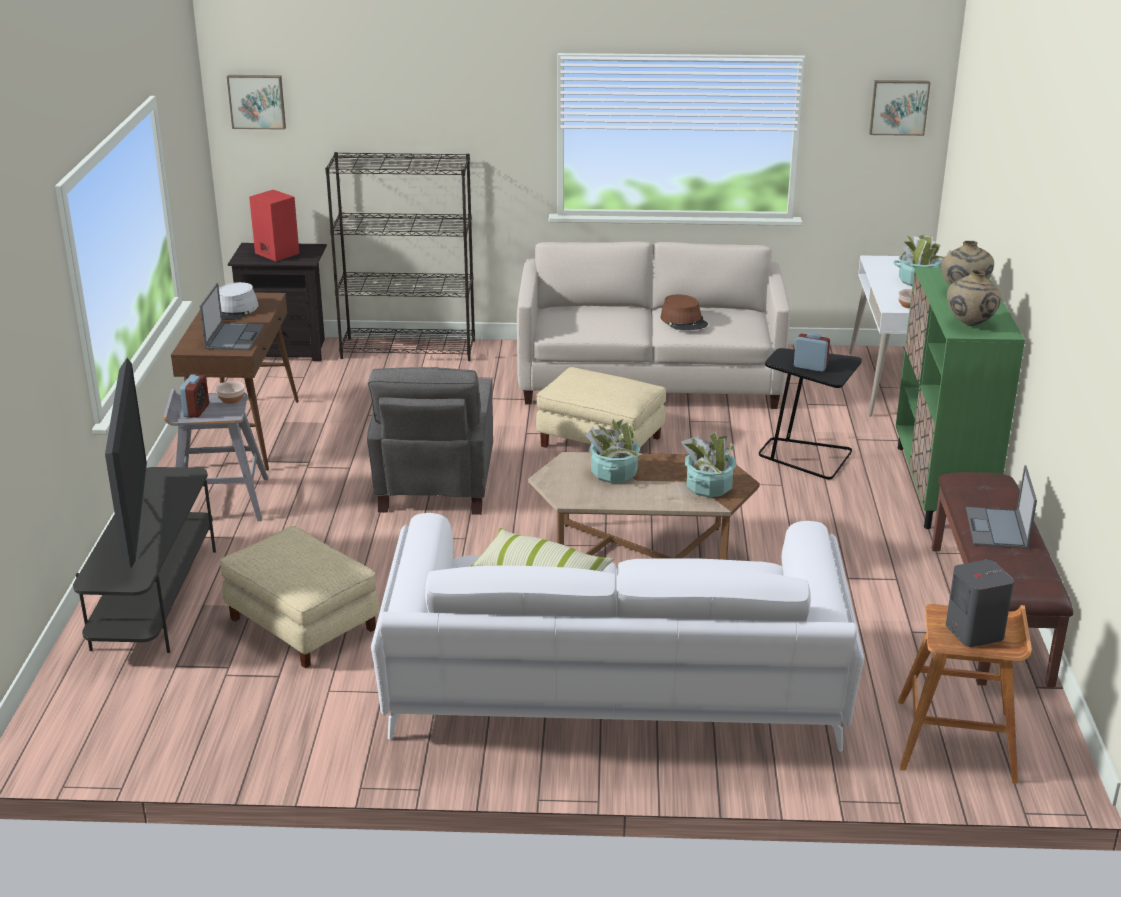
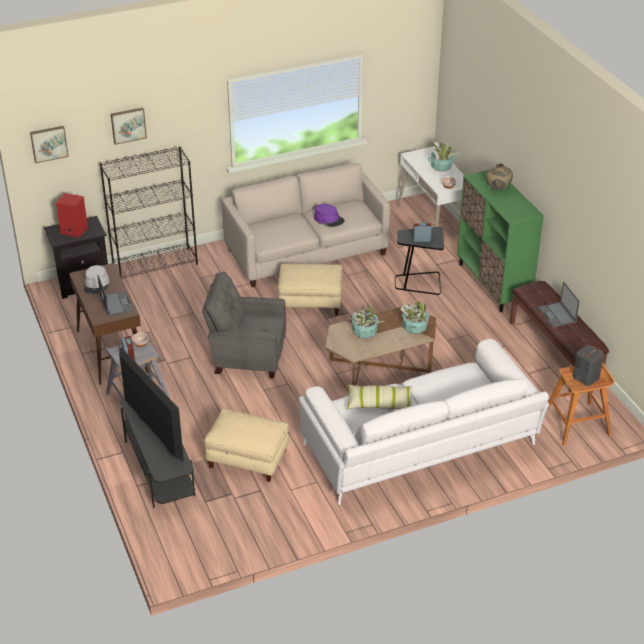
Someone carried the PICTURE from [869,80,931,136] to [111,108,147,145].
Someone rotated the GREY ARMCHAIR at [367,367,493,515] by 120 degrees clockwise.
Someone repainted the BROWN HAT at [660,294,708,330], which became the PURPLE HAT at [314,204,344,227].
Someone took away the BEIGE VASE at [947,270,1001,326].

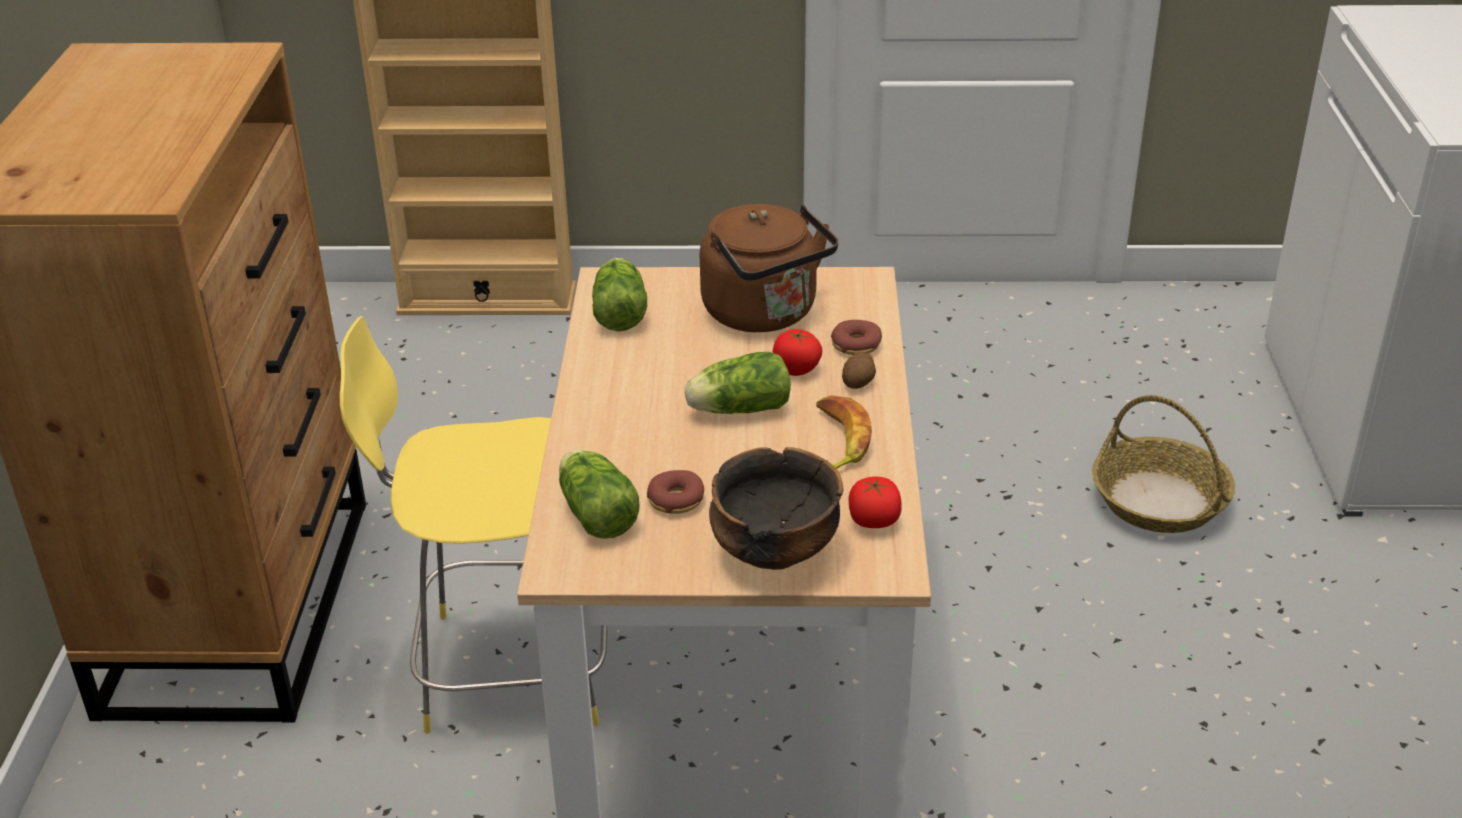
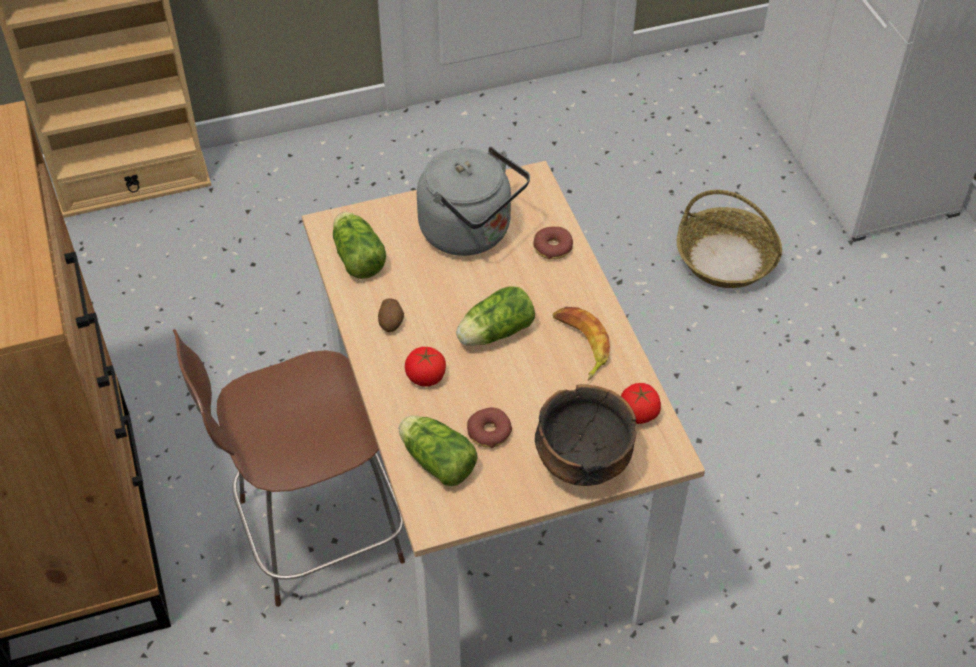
Someone repainted the YELLOW STOOL at [340,316,607,734], which became the BROWN STOOL at [173,329,405,607].
Someone carried the POTATO from [842,352,876,389] to [378,298,404,332].
Someone carried the TOMATO from [772,329,822,376] to [405,347,446,387].
Someone repainted the BROWN KETTLE at [700,204,838,332], which became the GREY KETTLE at [417,146,530,256].

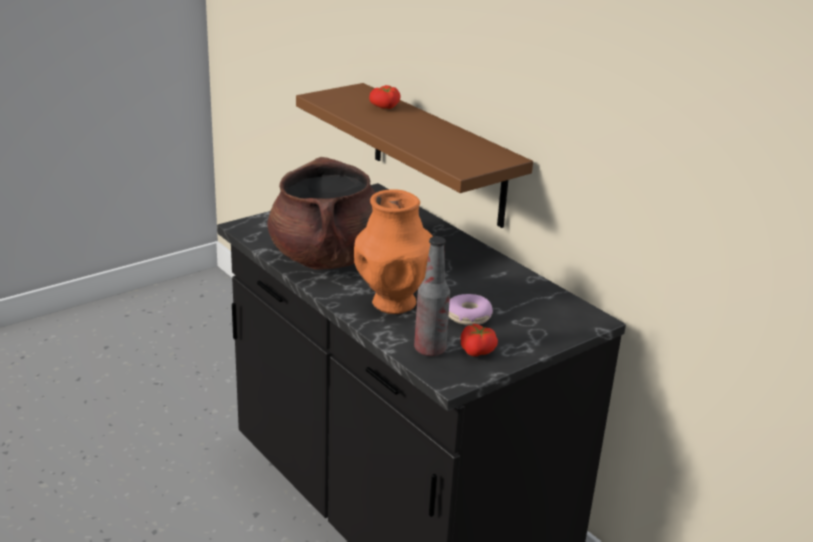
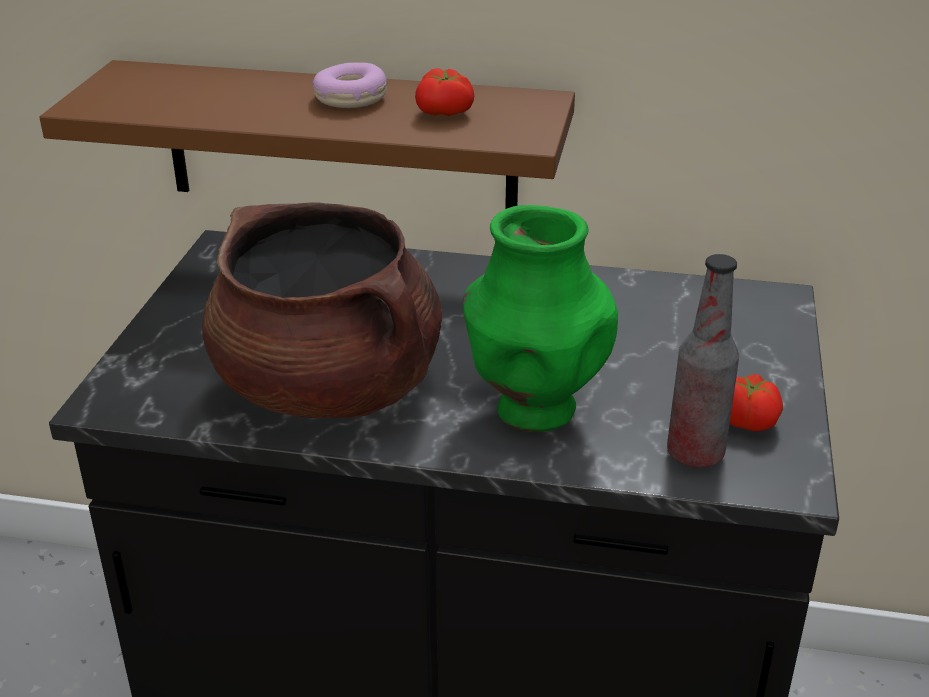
Someone carried the DONUT from [449,294,493,326] to [312,63,388,108].
Someone carried the TOMATO from [369,85,401,109] to [415,68,474,116].
Someone repainted the ORANGE VASE at [354,189,433,314], which became the GREEN VASE at [462,205,618,432].

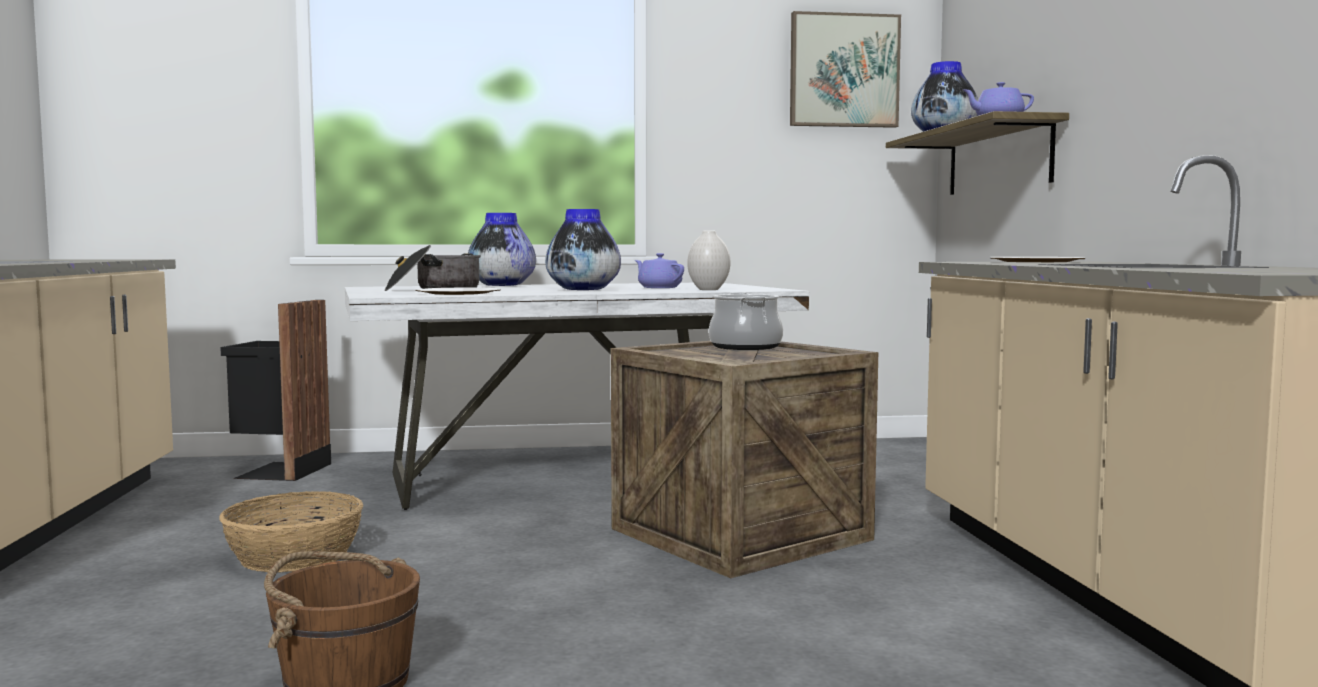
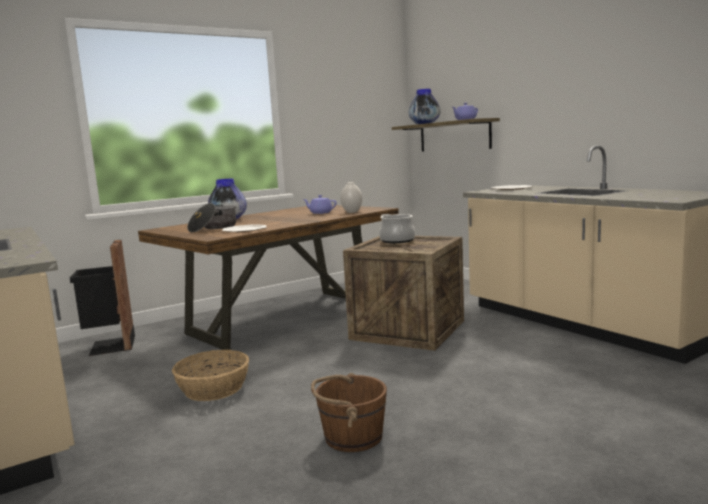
Someone repainted the WHITE DINING TABLE at [345,283,809,510], which became the BROWN DINING TABLE at [138,205,398,350].
Someone took away the VASE at [545,209,621,290].
Someone took away the PICTURE at [790,11,901,128].

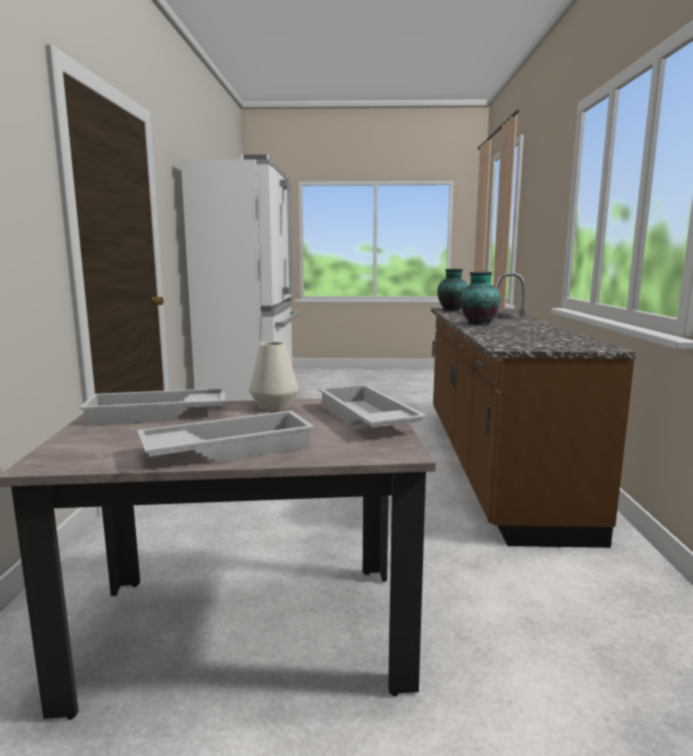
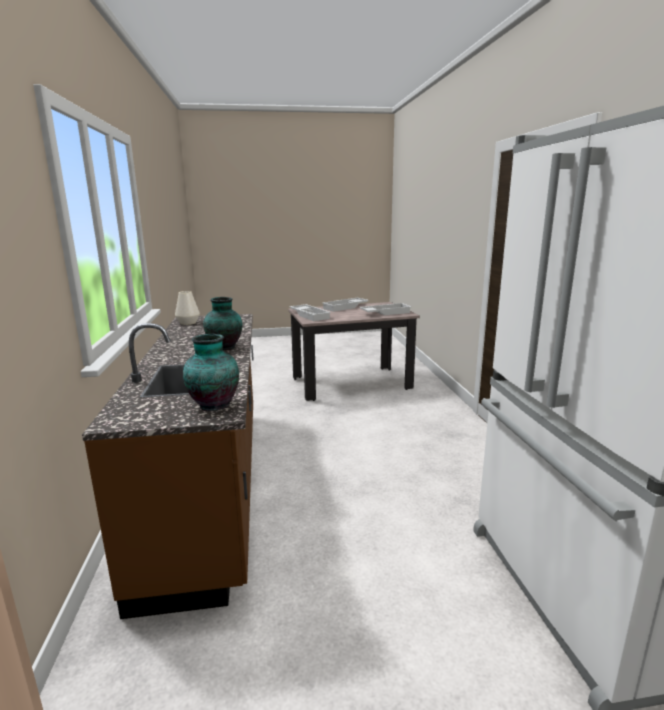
Someone carried the WHITE VASE from [249,342,298,411] to [175,291,200,325].

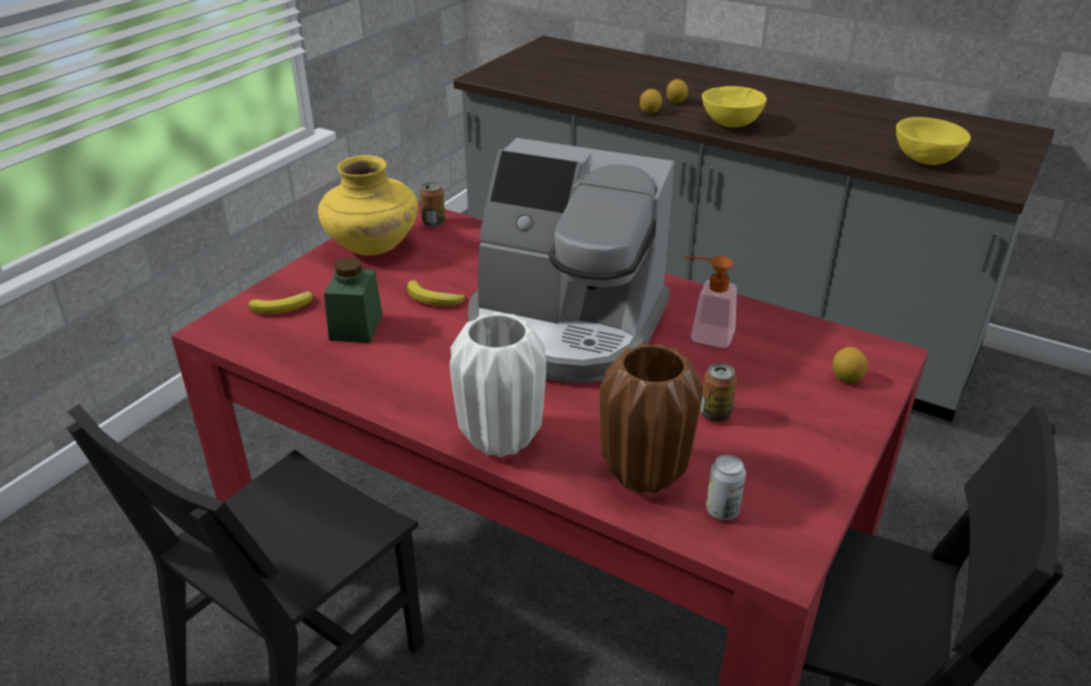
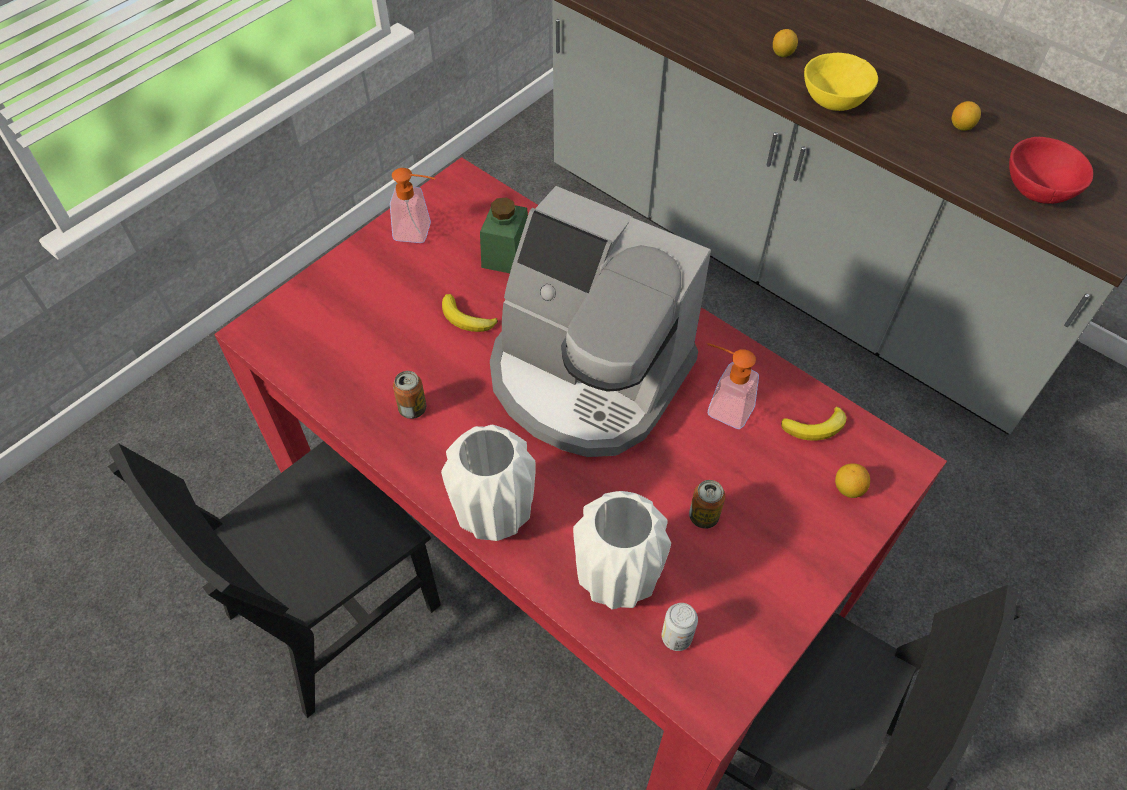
Someone swapped the YELLOW VASE at [318,155,418,256] for the SOAP DISPENSER at [390,168,436,243].
Someone carried the CAN from [420,182,445,227] to [393,371,426,419].
Someone carried the GREEN JAR from [324,257,382,343] to [480,197,528,273].
Someone repainted the BROWN VASE at [599,344,704,494], which became the WHITE VASE at [573,491,671,609].
Someone carried the BANANA from [248,291,313,314] to [781,406,846,441].
Someone carried the LEMON from [640,89,662,114] to [952,101,981,131].
Someone repainted the YELLOW BOWL at [896,117,971,165], which became the RED BOWL at [1009,137,1093,204].

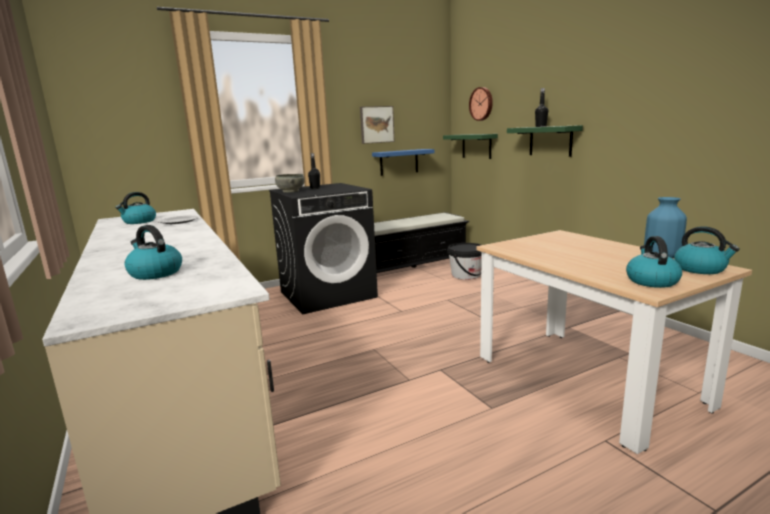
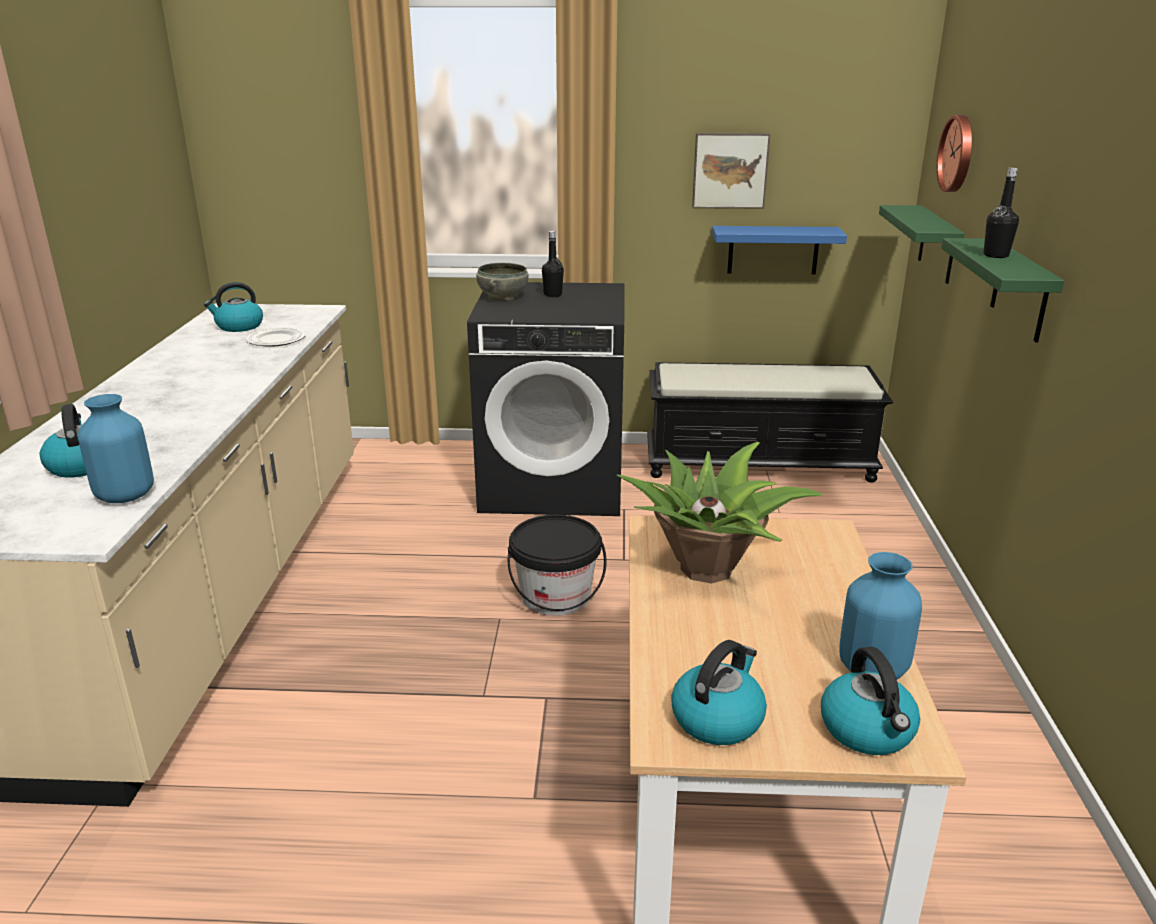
Someone put down the BLUE VASE at [78,394,154,503].
Someone carried the BLACK BUCKET from [447,243,482,280] to [508,515,607,616].
Someone put down the POTTED PLANT at [617,441,822,584].

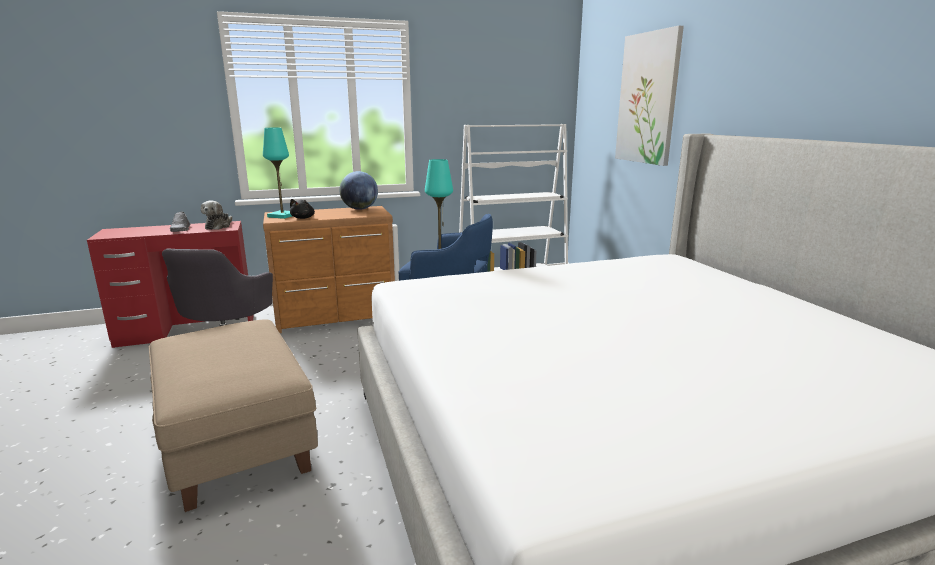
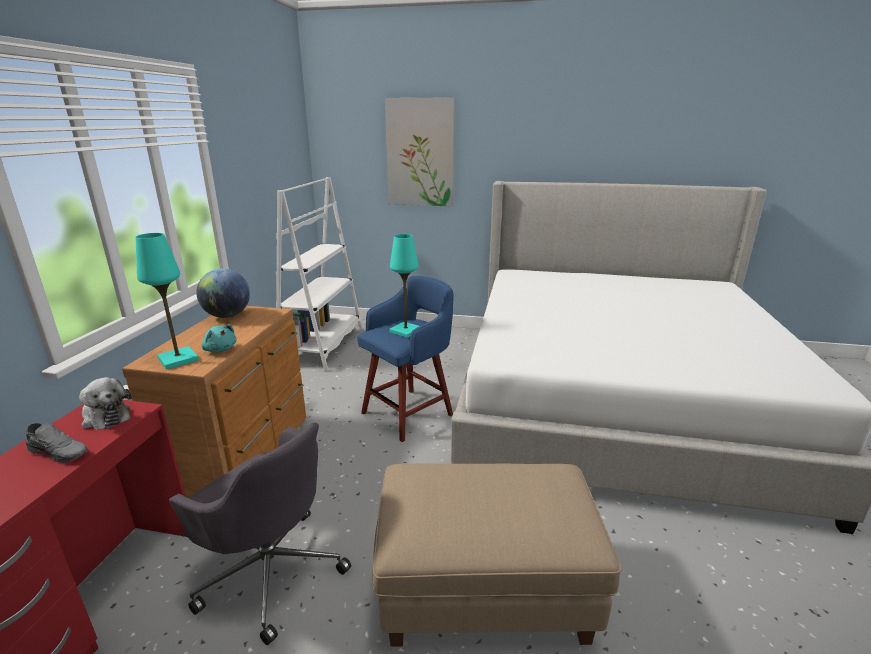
Someone repainted the BLACK PLUSH TOY at [290,199,315,219], which became the TURQUOISE PLUSH TOY at [201,324,237,353].

